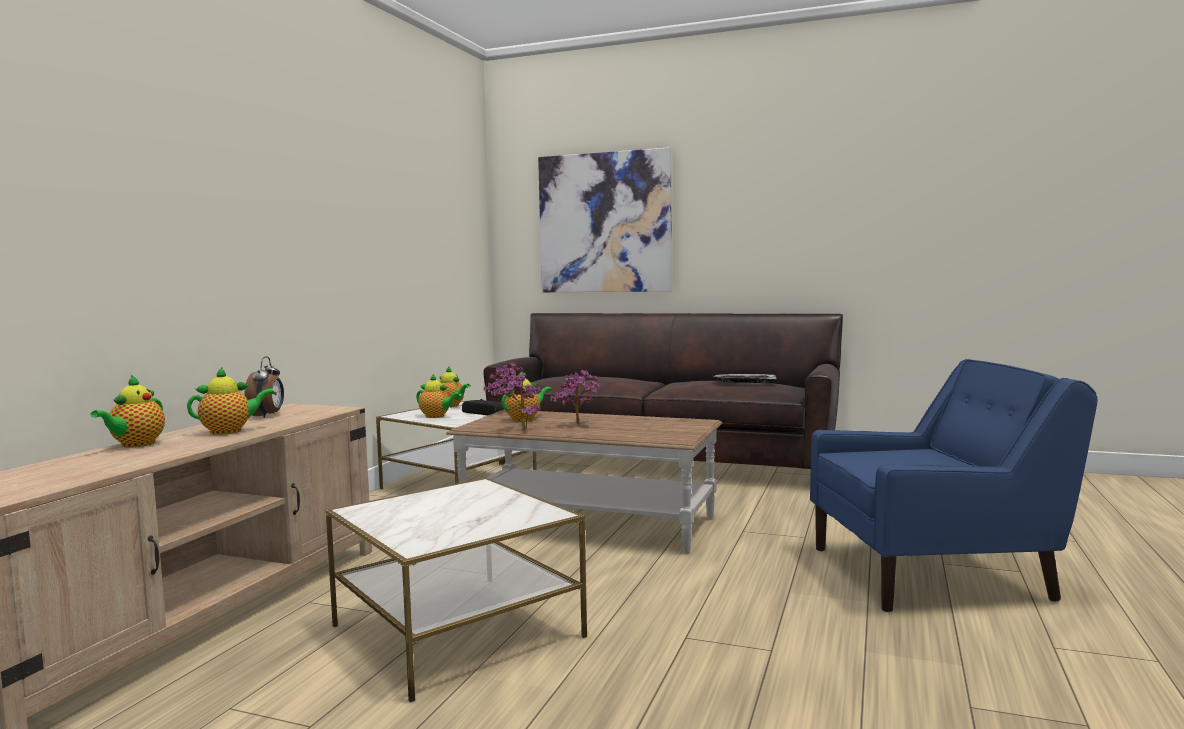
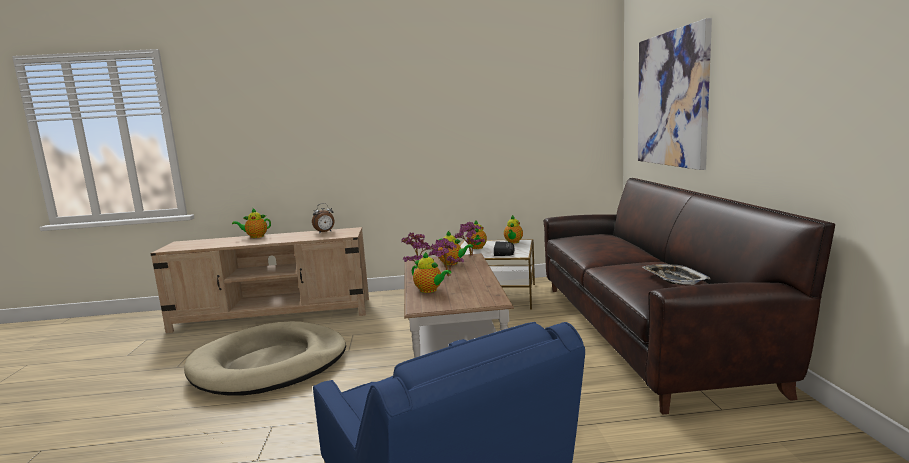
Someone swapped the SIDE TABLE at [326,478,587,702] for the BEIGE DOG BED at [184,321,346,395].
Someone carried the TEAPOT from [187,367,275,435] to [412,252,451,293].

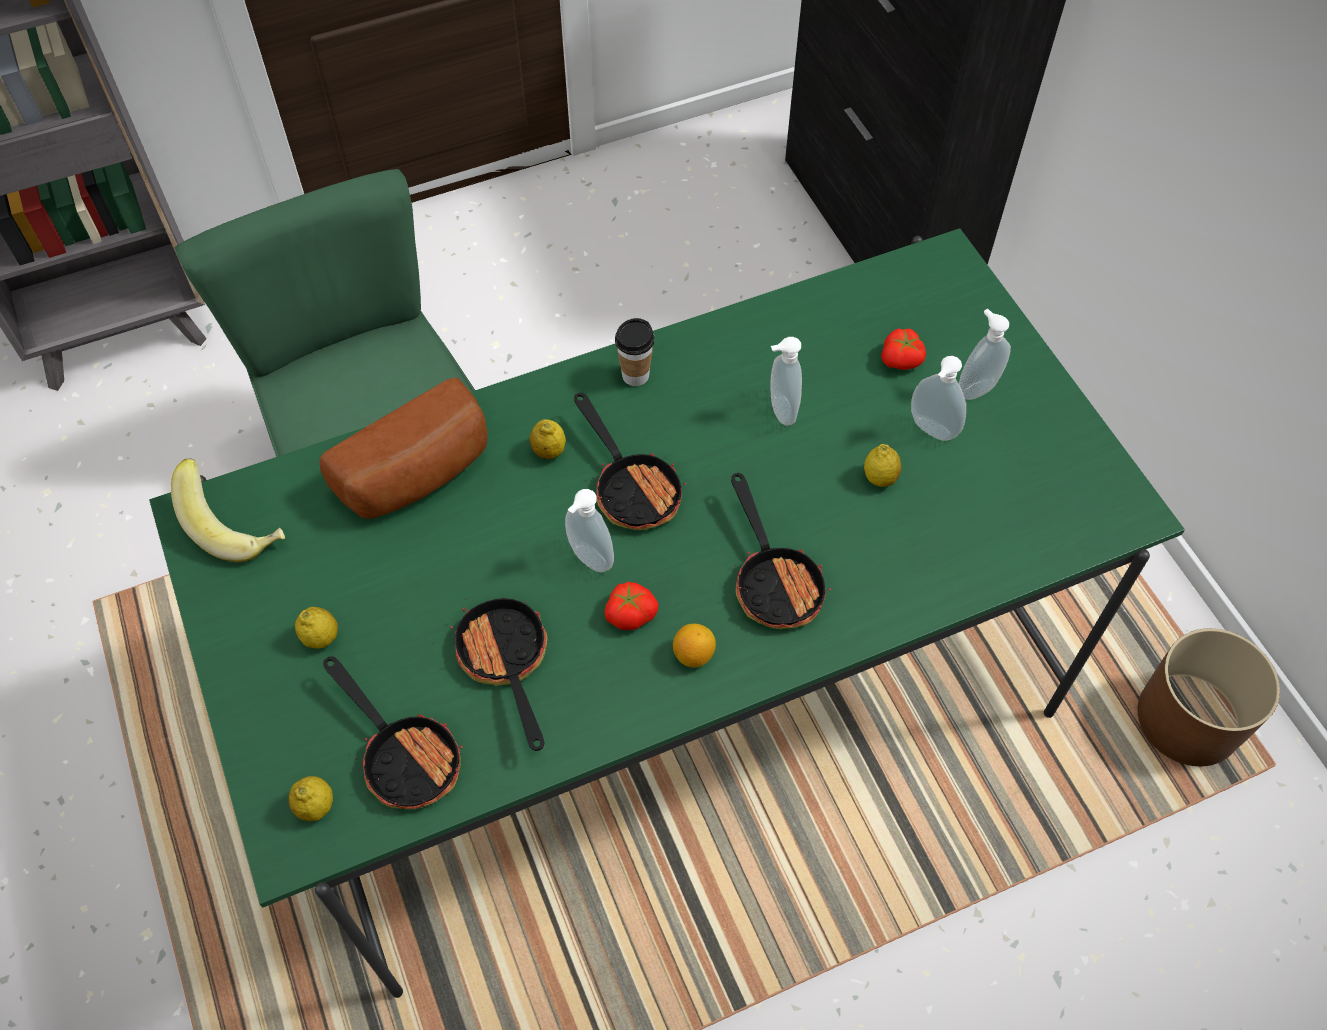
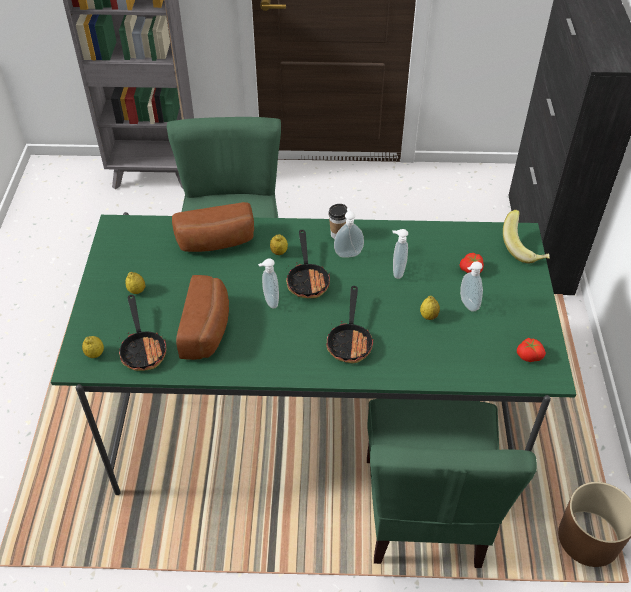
Someone swapped the FRYING PAN at [450,597,547,751] for the BREAD at [176,275,229,360].
Someone carried the SOAP DISPENSER from [959,309,1011,400] to [334,208,364,258].
Someone put down the GREEN CHAIR at [367,399,537,568].
Someone carried the BANANA from [171,458,285,563] to [503,210,550,263].
Someone carried the TOMATO from [604,582,658,630] to [517,338,546,362].
Someone took away the LEMON at [673,624,716,668].

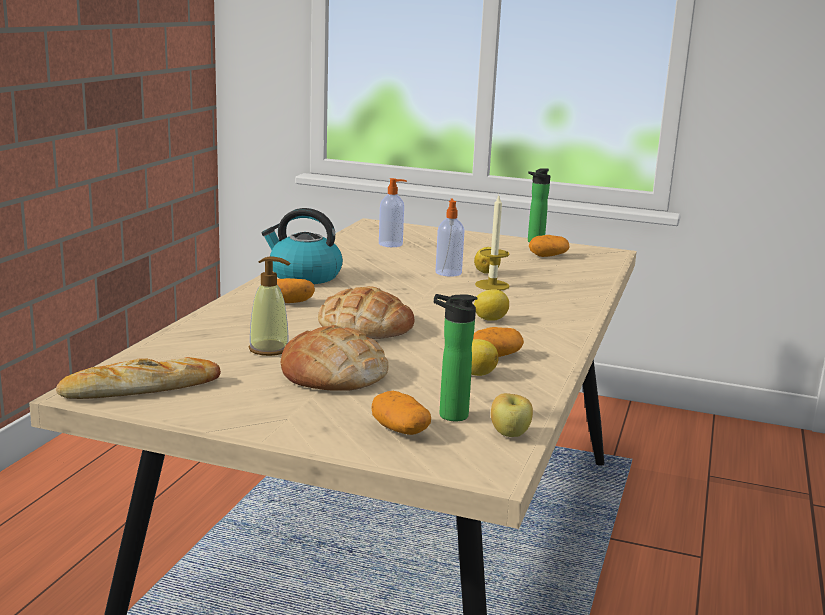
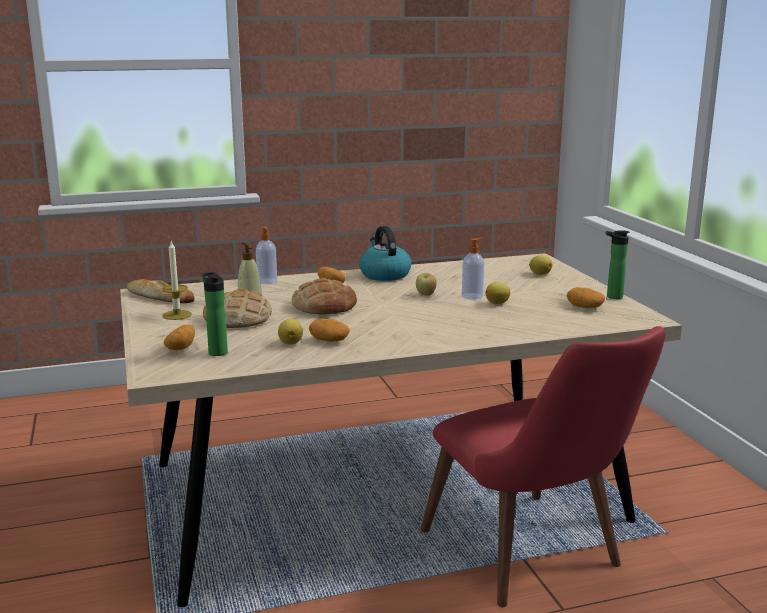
Someone carried the CANDLE from [475,196,510,290] to [162,241,192,320].
Someone carried the SOAP DISPENSER from [379,178,407,247] to [256,227,277,284].
Someone carried the APPLE from [491,393,533,437] to [416,273,437,296].
Someone put down the RED CHAIR at [421,326,666,607].
Someone carried the LEMON from [474,289,509,321] to [529,255,552,275].

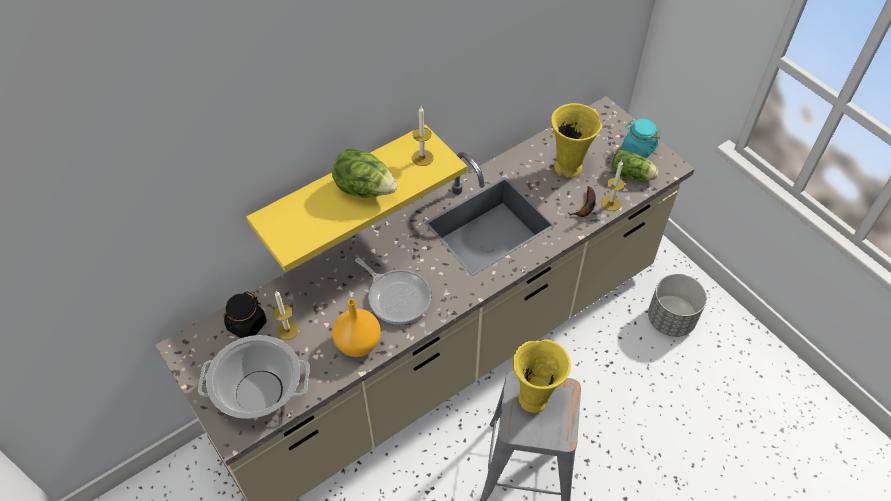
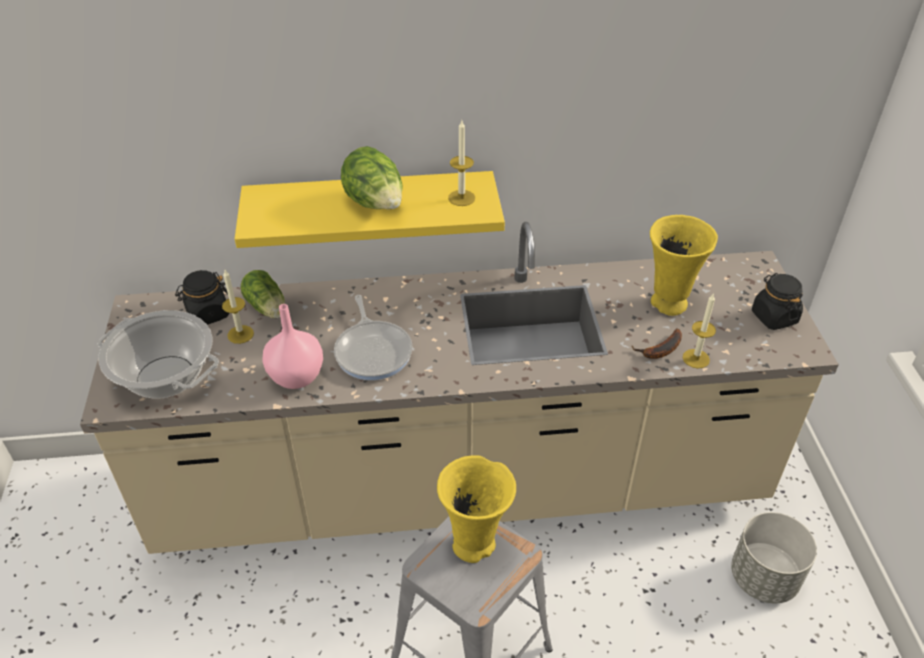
Someone carried the LETTUCE from [612,150,658,181] to [240,270,285,318].
Someone repainted the ORANGE VASE at [332,299,381,357], which became the PINK VASE at [263,304,323,389].
Someone repainted the TURQUOISE JAR at [622,119,660,159], which became the BLACK JAR at [752,273,803,330].

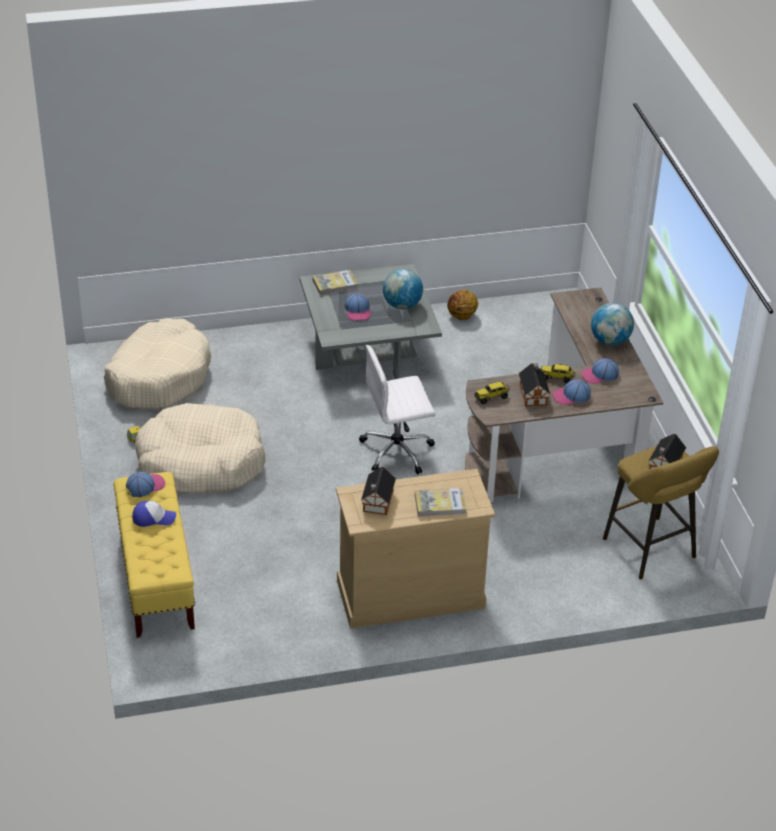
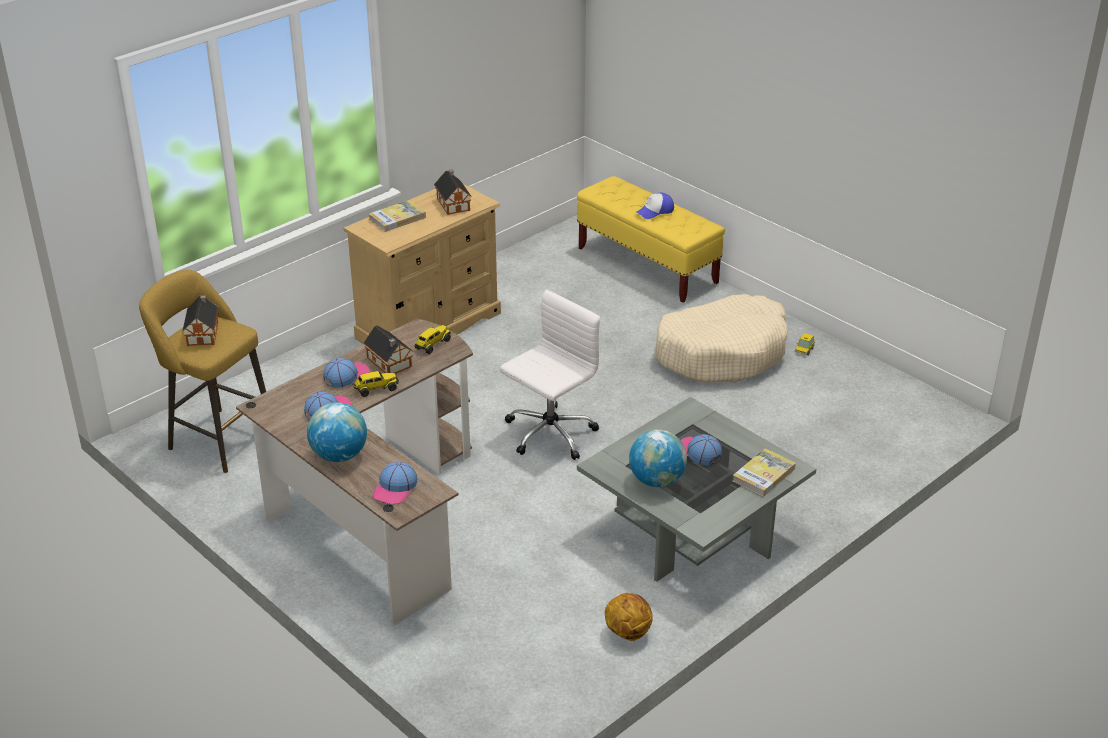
Someone carried the CAP from [126,472,165,497] to [373,462,417,504].
Someone took away the BEIGE DOG BED at [104,318,211,409].

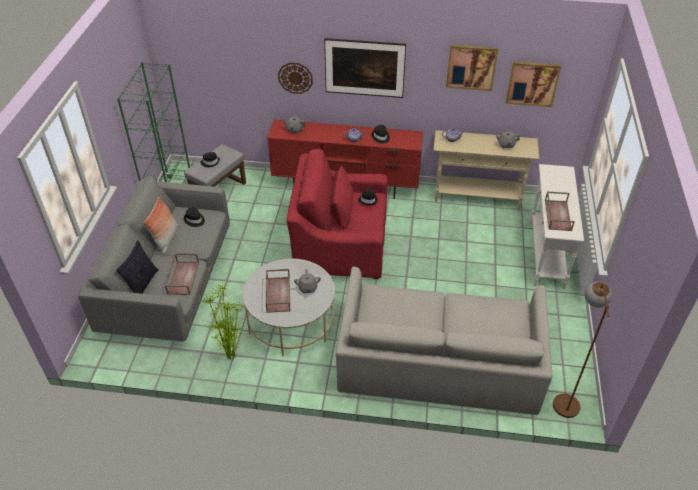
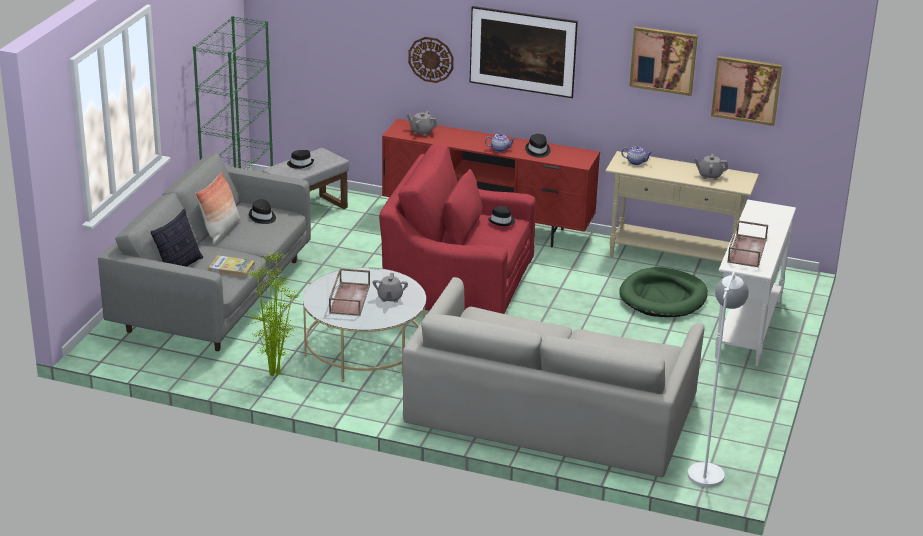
Someone swapped the BROWN TRAY at [165,253,199,295] for the BOOK at [209,255,255,278].
Someone put down the GREEN DOG BED at [619,267,708,317].
Someone repainted the BROWN FLOOR LAMP at [553,282,612,418], which became the WHITE FLOOR LAMP at [688,272,749,487].

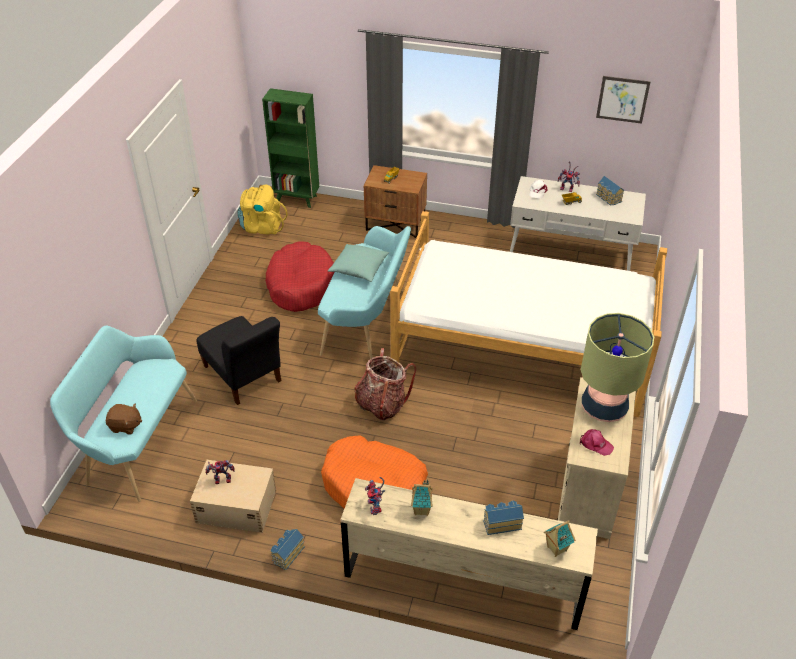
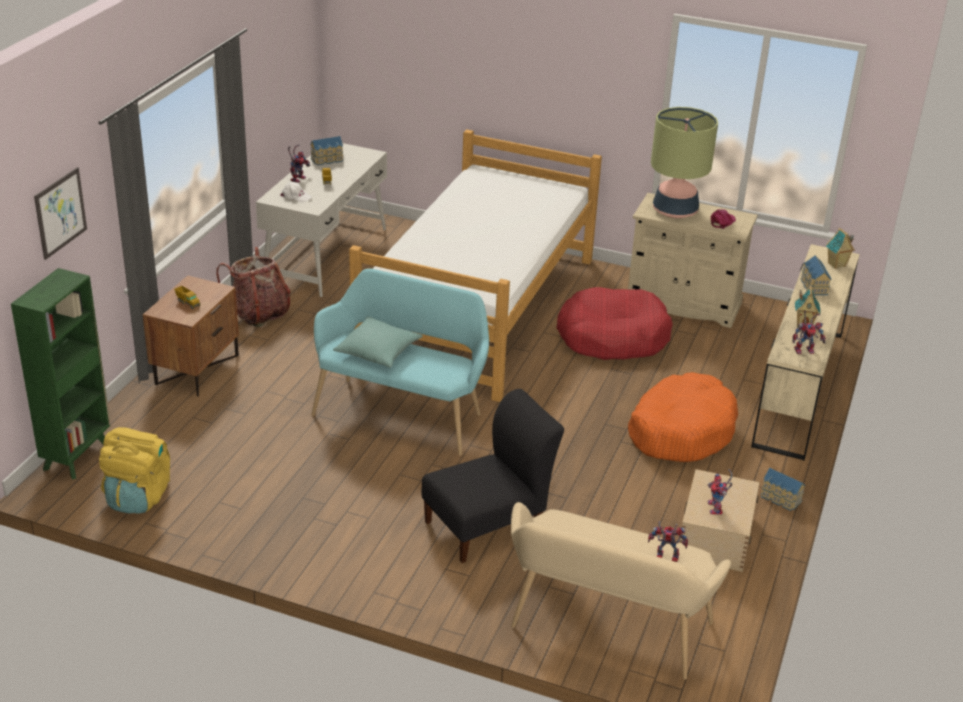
Someone carried the PICTURE from [596,76,651,124] to [34,167,87,260].
Someone carried the BACKPACK from [355,348,416,421] to [216,247,290,327].
Someone repainted the TURQUOISE BENCH at [50,326,197,502], which became the BEIGE BENCH at [511,502,731,680].
Someone carried the RED DOG BED from [265,241,335,312] to [556,287,673,360].
Someone swapped the BROWN PLUSH TOY at [106,403,142,435] for the TOY ROBOT at [648,521,688,562].

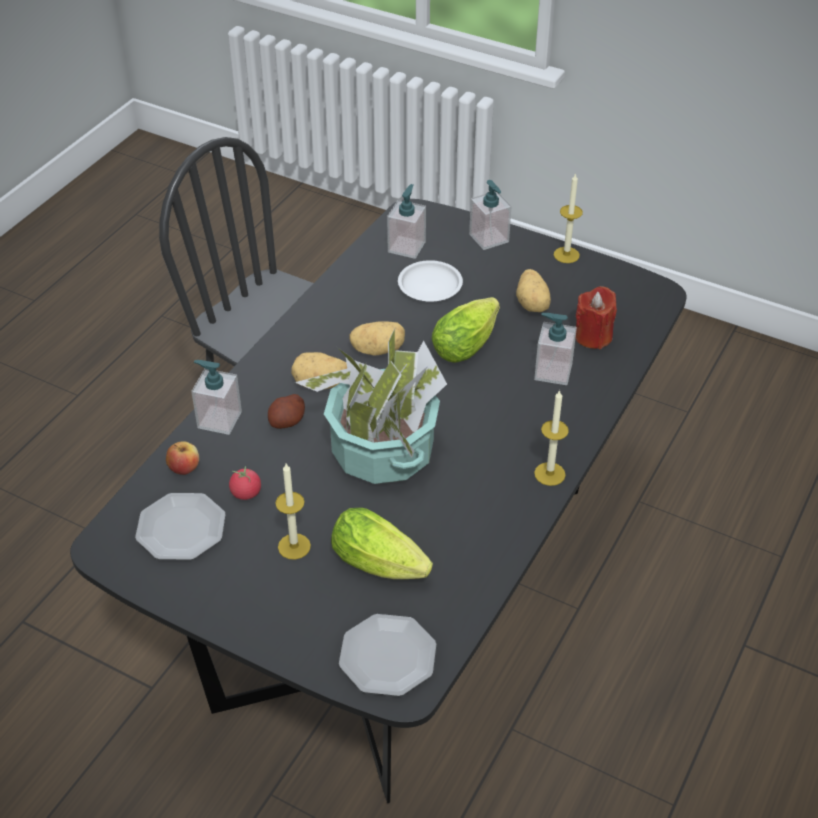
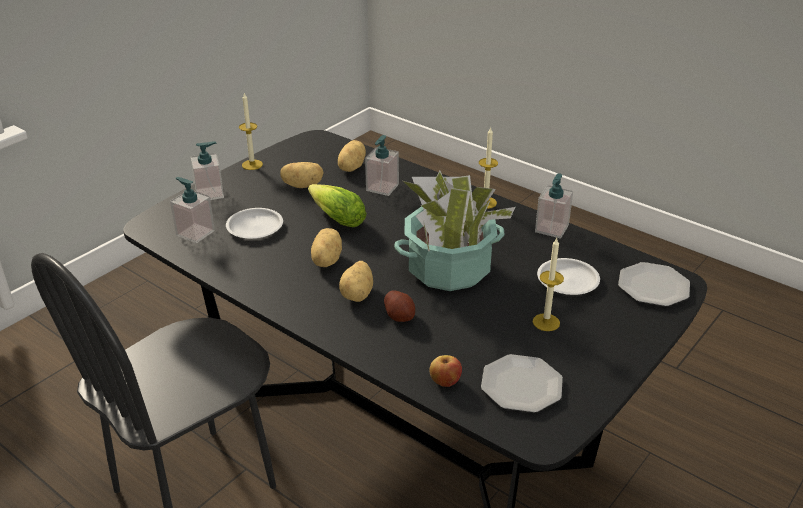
Someone swapped the RED CANDLE at [575,286,617,349] for the POTATO at [338,140,366,172].
Someone carried the SOAP DISPENSER from [191,360,242,435] to [535,174,573,238].
Someone swapped the LETTUCE at [331,508,433,579] for the WHITE PLATE at [537,258,600,295].
Someone took away the TOMATO at [229,466,261,500].

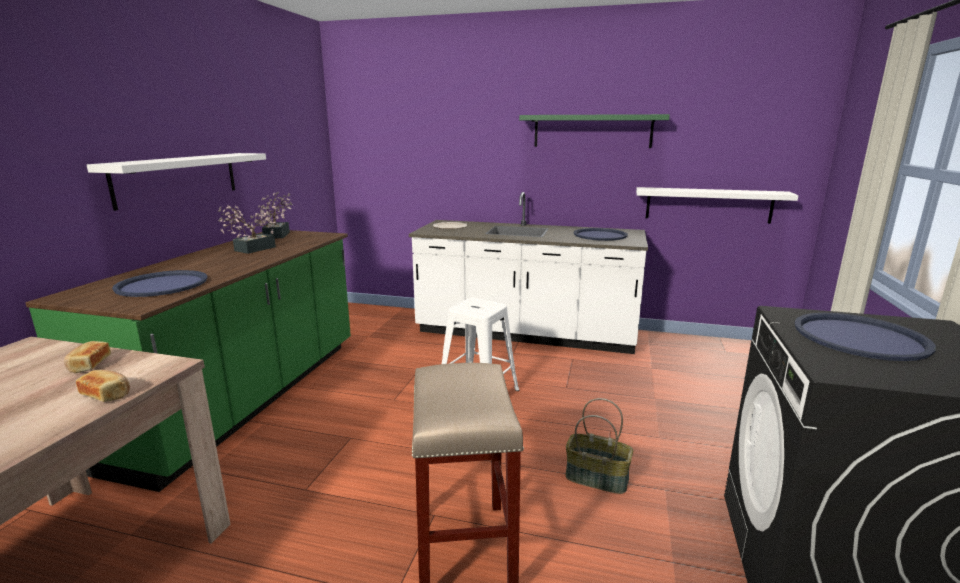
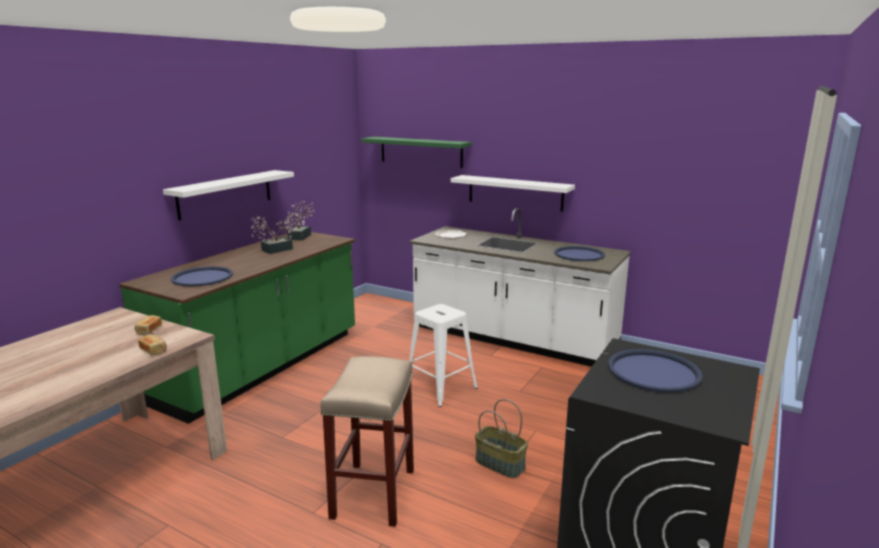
Someone carried the GREEN SHELF from [519,114,670,148] to [361,137,472,168].
Someone carried the WHITE SHELF from [636,187,799,223] to [451,175,575,212].

